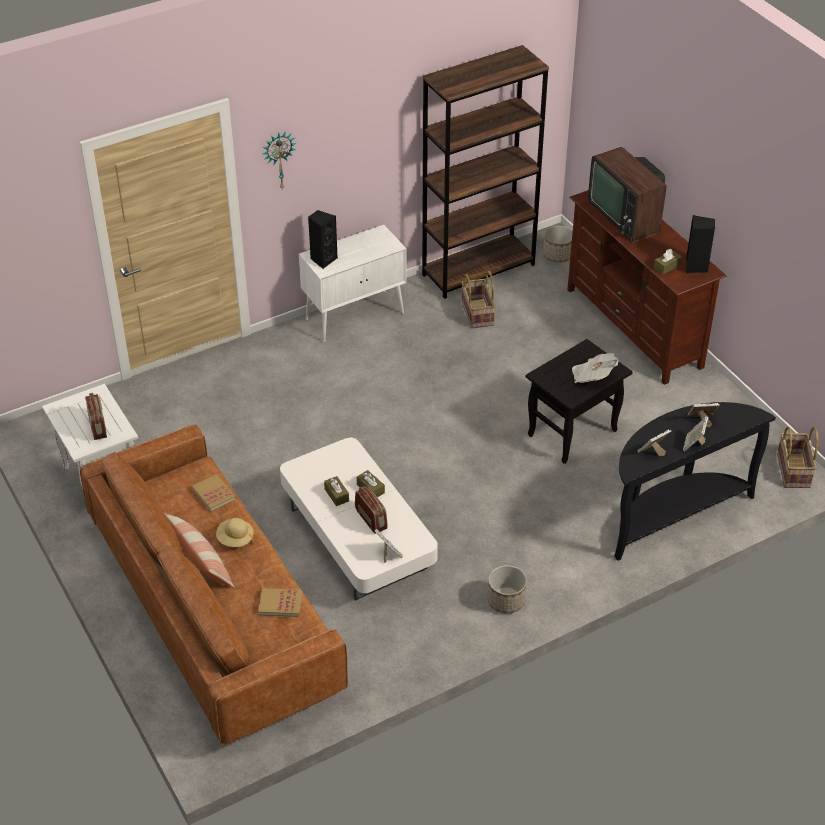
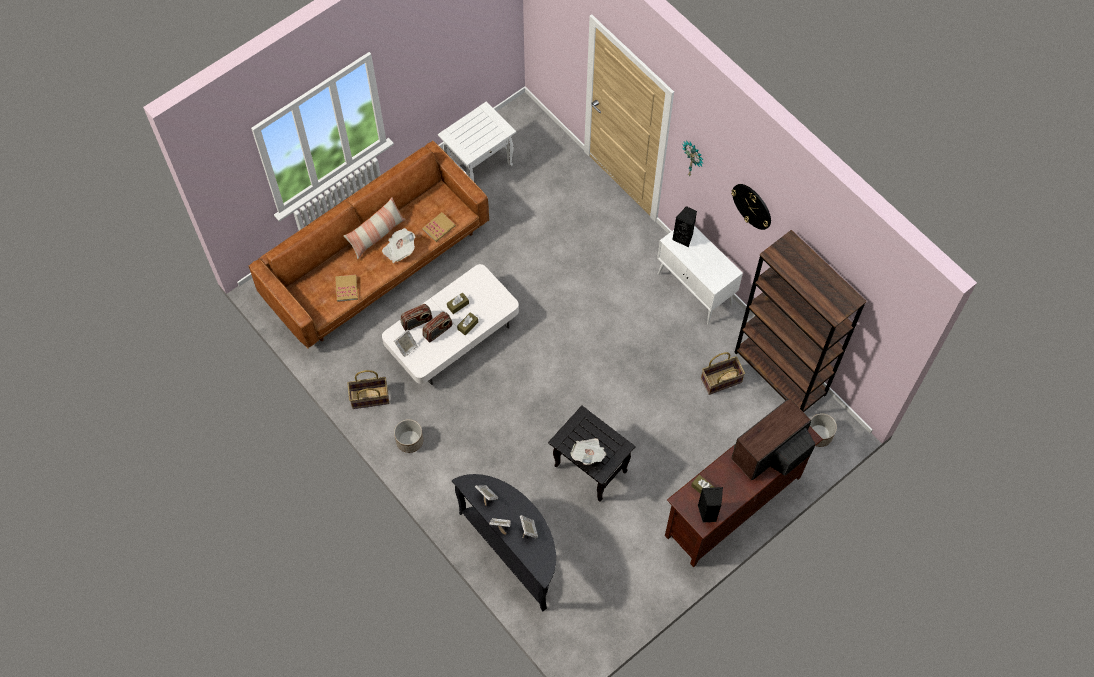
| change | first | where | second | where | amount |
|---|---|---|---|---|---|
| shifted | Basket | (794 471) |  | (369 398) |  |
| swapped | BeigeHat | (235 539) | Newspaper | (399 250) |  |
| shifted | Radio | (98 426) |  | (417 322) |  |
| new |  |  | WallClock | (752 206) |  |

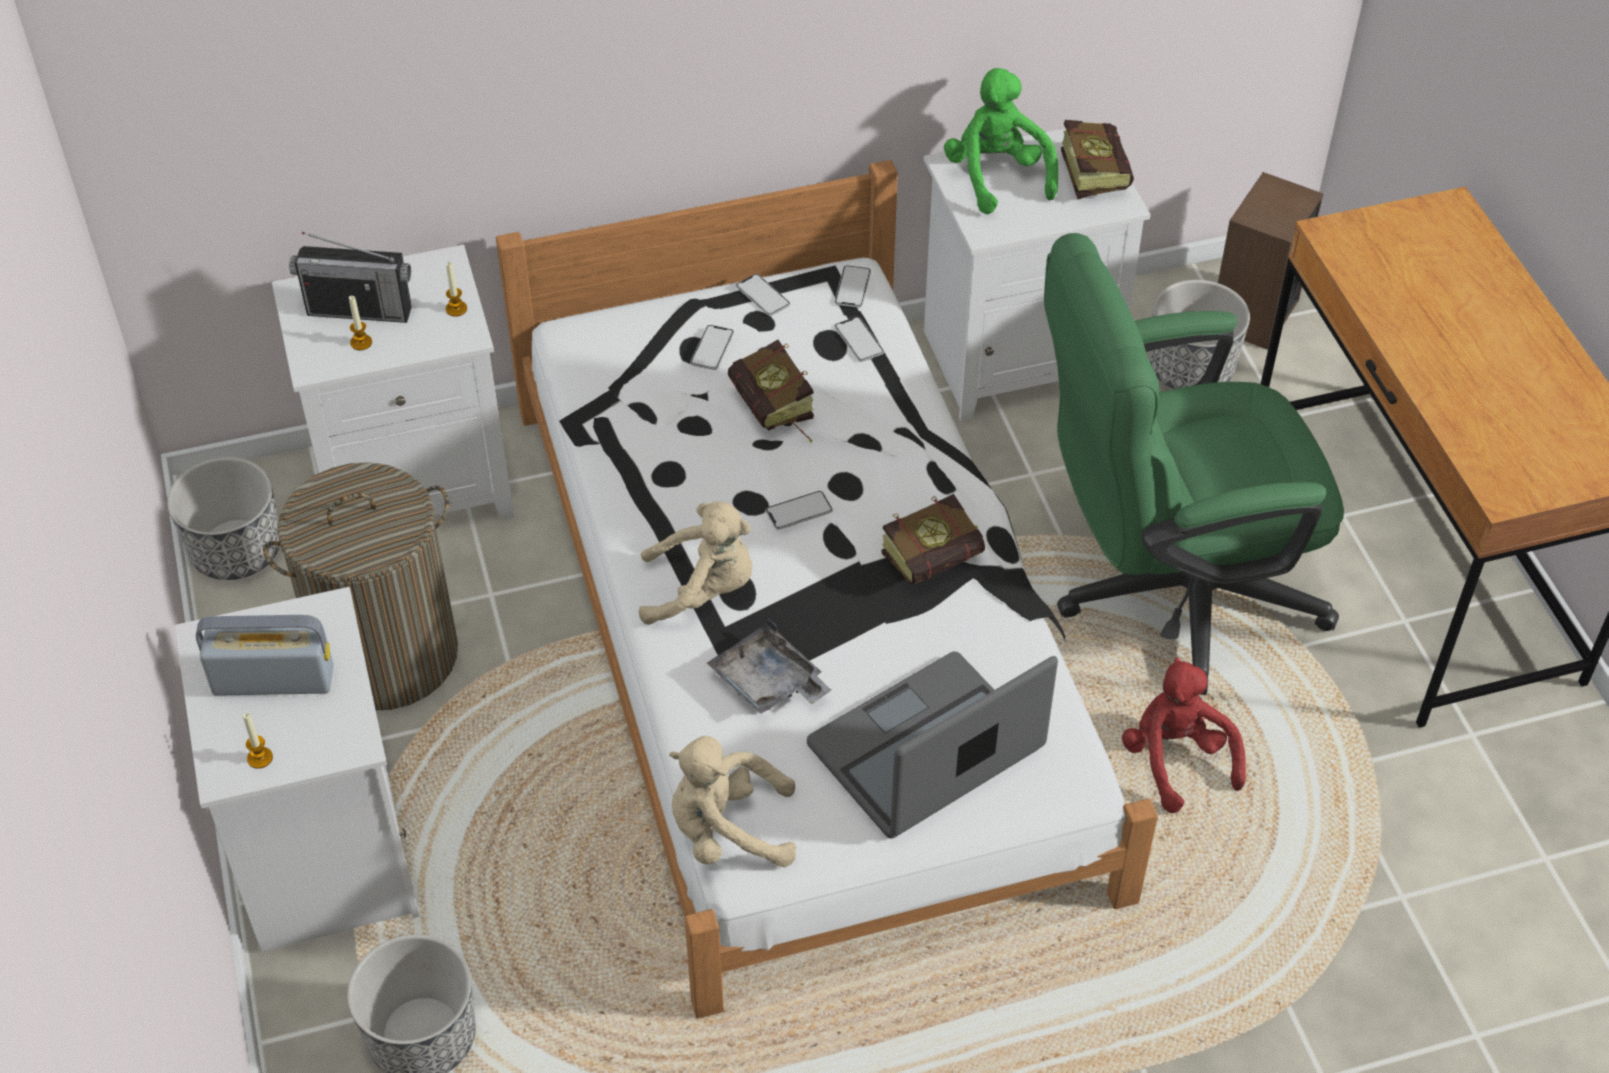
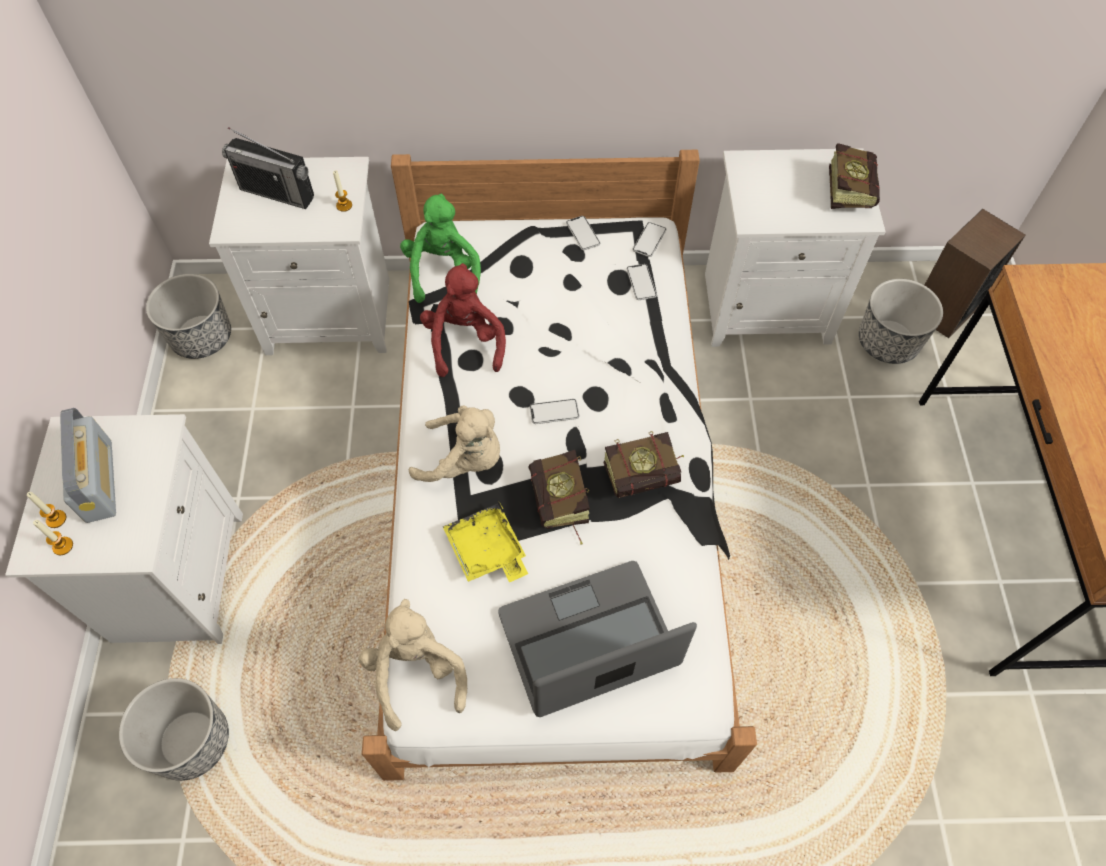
| change | first | where | second | where | amount |
|---|---|---|---|---|---|
| shifted | Candle | (361 343) |  | (56 519) |  |
| rotated | Radio | (273 680) |  | (99 481) | 60 degrees clockwise |
| rotated | BeigePlushToy | (728 831) |  | (416 672) | 60 degrees clockwise |
| shifted | GreenPlushToy | (997 177) |  | (443 272) |  |
| shifted | RedPlushToy | (1176 760) |  | (465 341) |  |
| repainted | GreyTray | (768 683) | YellowTray | (487 551) |  |
| shifted | Book | (776 413) |  | (561 508) |  |
| gone | LaundryBasket | (387 655) |  |  |  |
| gone | Phone | (712 348) |  |  |  |
| gone | GreenOfficeChair | (1165 593) |  |  |  |

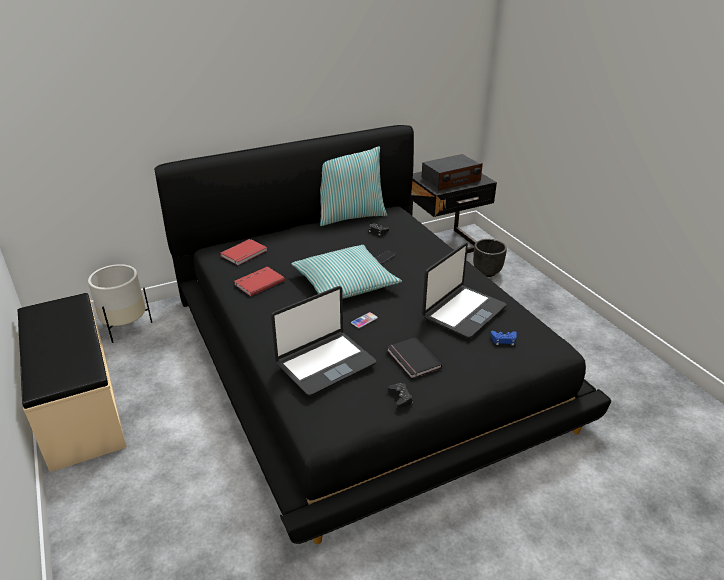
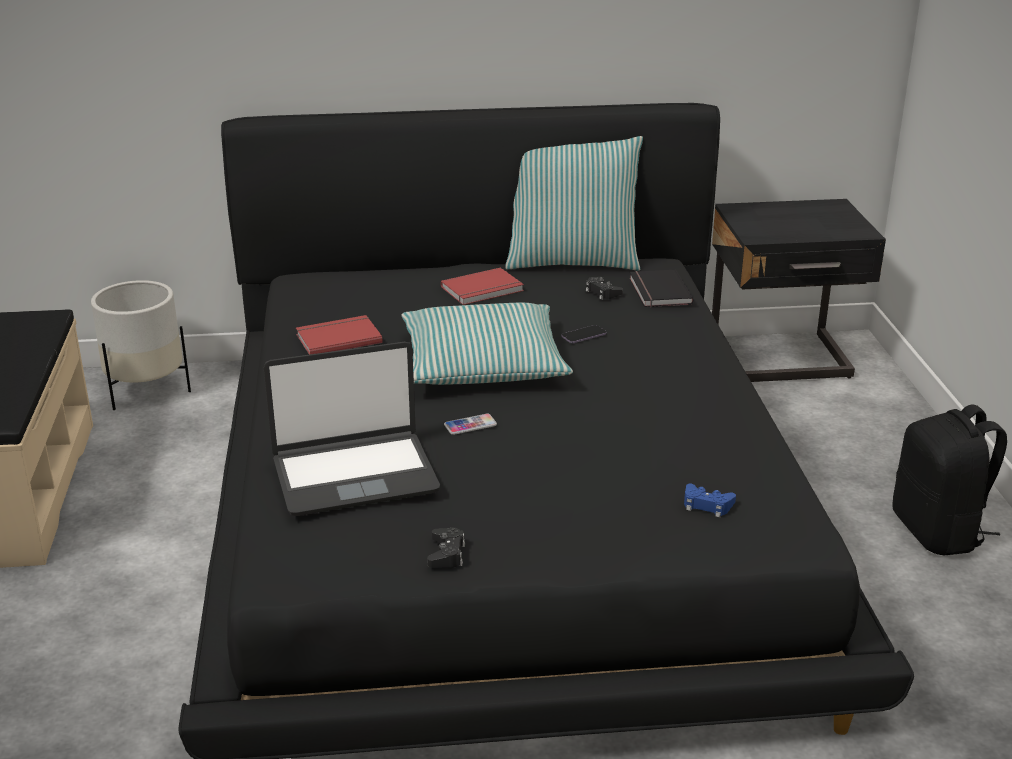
| change | first | where | second | where | amount |
|---|---|---|---|---|---|
| shifted | RedBook | (245 254) |  | (483 290) |  |
| shifted | BlackBook | (412 360) |  | (658 291) |  |
| new |  |  | BlackBackpack | (938 532) |  |
| gone | Radio | (450 179) |  |  |  |
| gone | Laptop | (463 312) |  |  |  |
| gone | BlackPlanter | (487 272) |  |  |  |

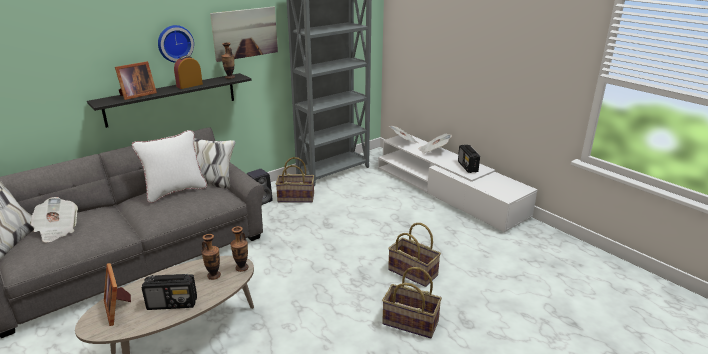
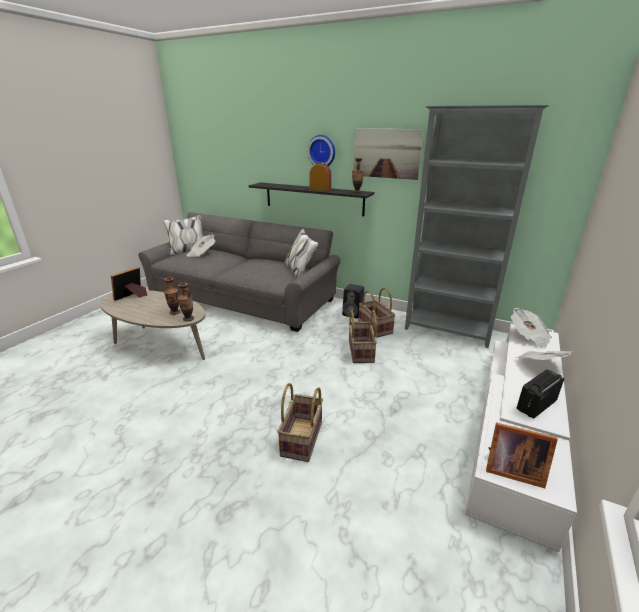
| change | first | where | second | where | amount |
|---|---|---|---|---|---|
| shifted | Basket | (410 323) |  | (360 352) |  |
| shifted | PictureFrame | (136 95) |  | (511 469) |  |
| gone | WhitePillow | (175 191) |  |  |  |
| gone | Radio | (173 303) |  |  |  |

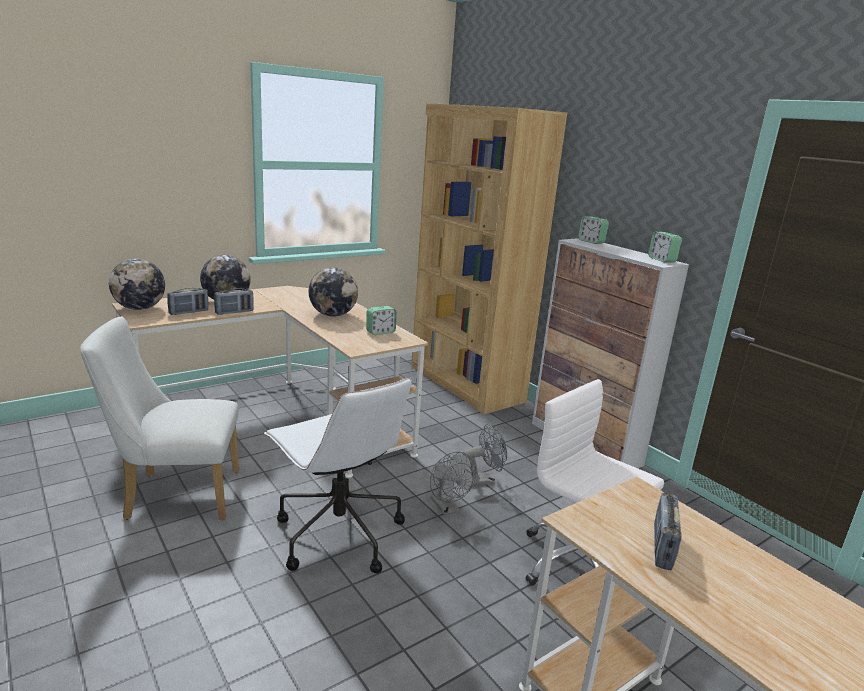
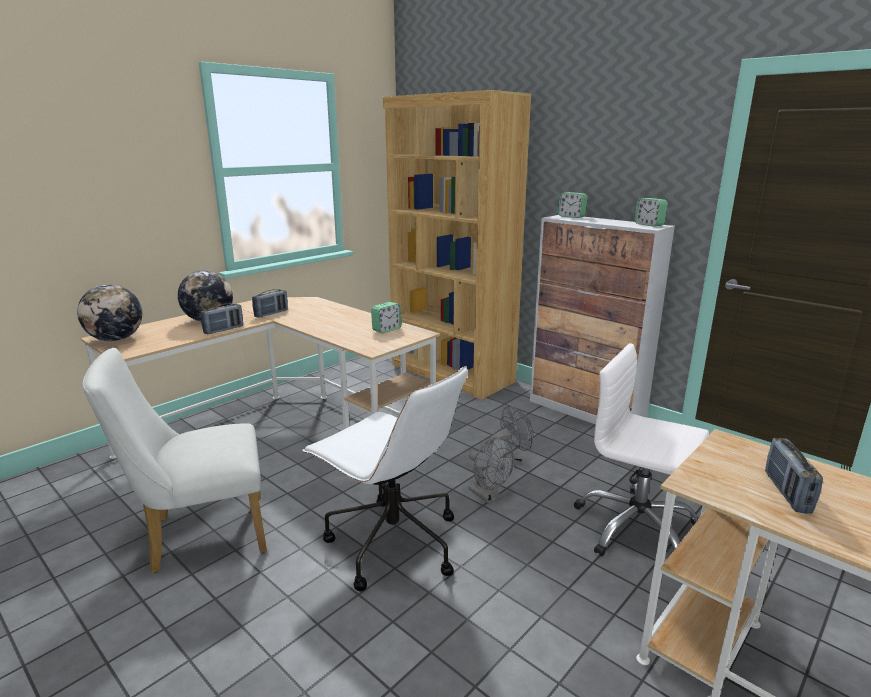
| change | first | where | second | where | amount |
|---|---|---|---|---|---|
| shifted | Radio | (189 312) |  | (271 313) |  |
| gone | Globe | (333 315) |  |  |  |

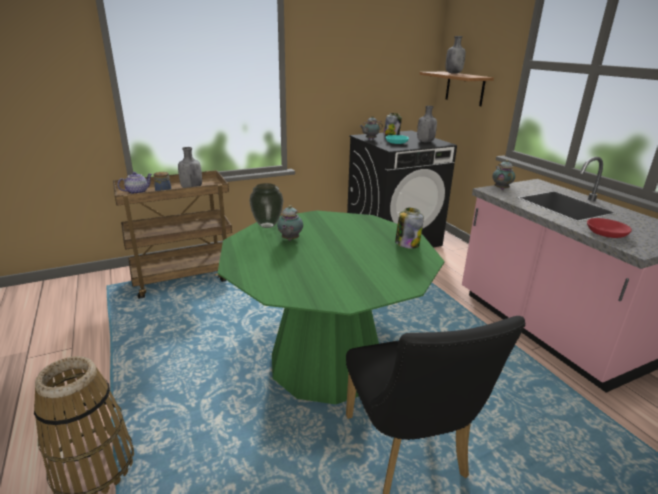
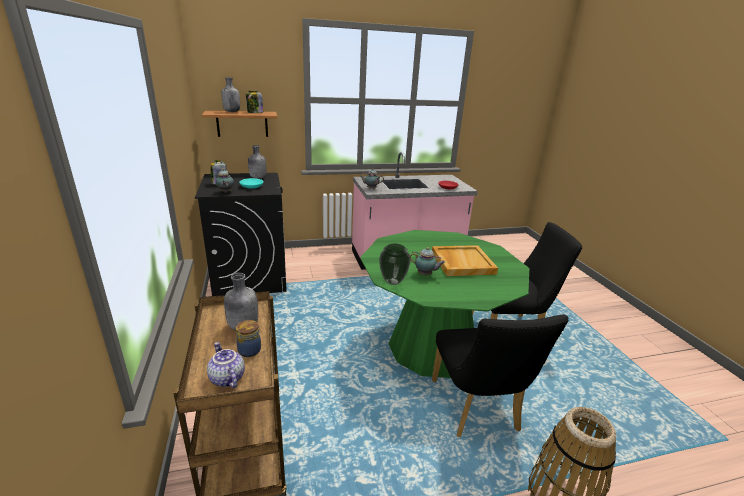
| change | first | where | second | where | amount |
|---|---|---|---|---|---|
| shifted | Jar | (407 244) |  | (255 113) |  |
| new |  |  | BeigeTray | (462 262) |  |
| new |  |  | BlackChair | (477 410) |  |

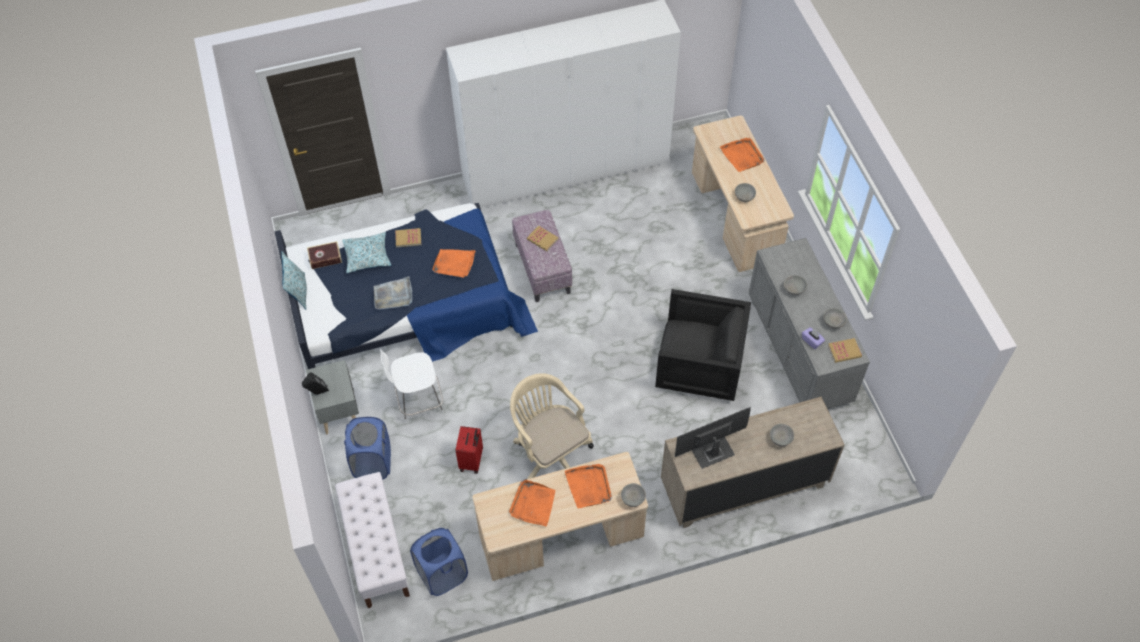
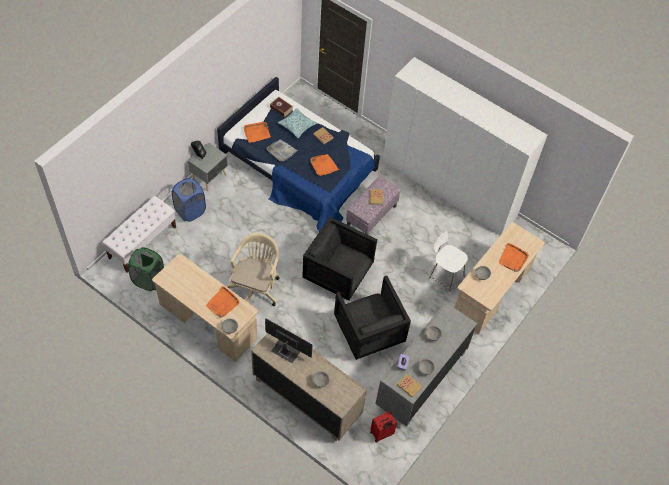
| change | first | where | second | where | amount |
|---|---|---|---|---|---|
| repainted | BlueLaundryBasket | (442 574) | GreenLaundryBasket | (148 280) |  |
| shifted | OrangeTray | (533 504) |  | (256 133) |  |
| new |  |  | BlackArmchair | (338 272) |  |
| shifted | RedSuitcase | (472 461) |  | (381 434) |  |
| shifted | WhiteChair | (418 401) |  | (445 277) |  |
| gone | Pillow | (298 292) |  |  |  |

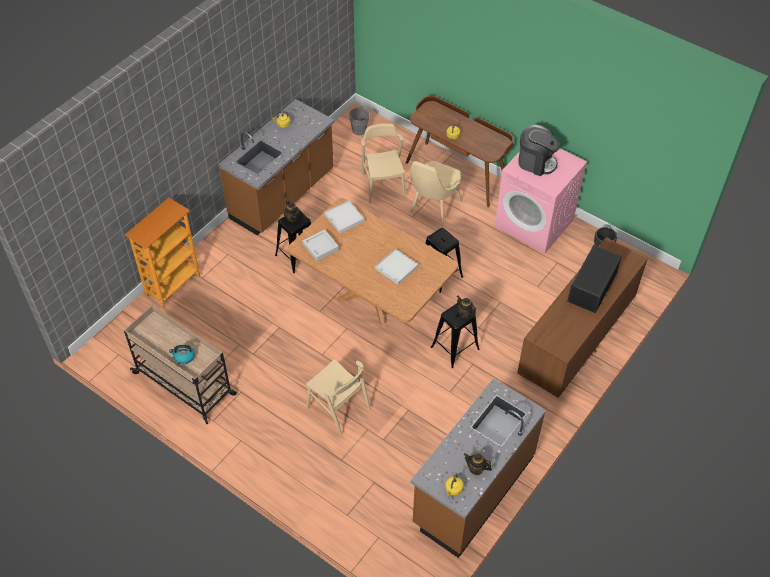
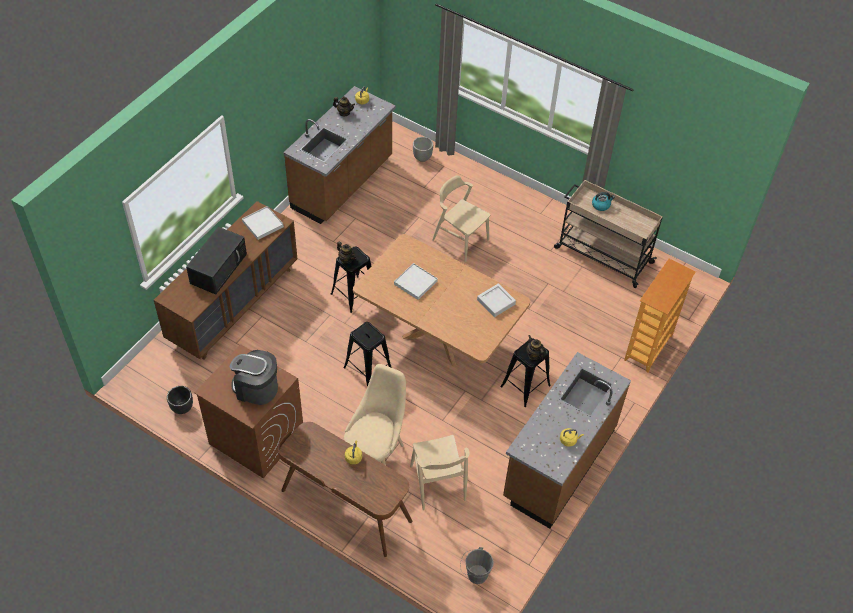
| change | first | where | second | where | amount |
|---|---|---|---|---|---|
| repainted | PinkWashingMachine | (534 223) | BrownWashingMachine | (256 437) |  |
| shifted | WhiteTray | (344 218) |  | (262 224) |  |
| new |  |  | Planter | (422 158) |  |

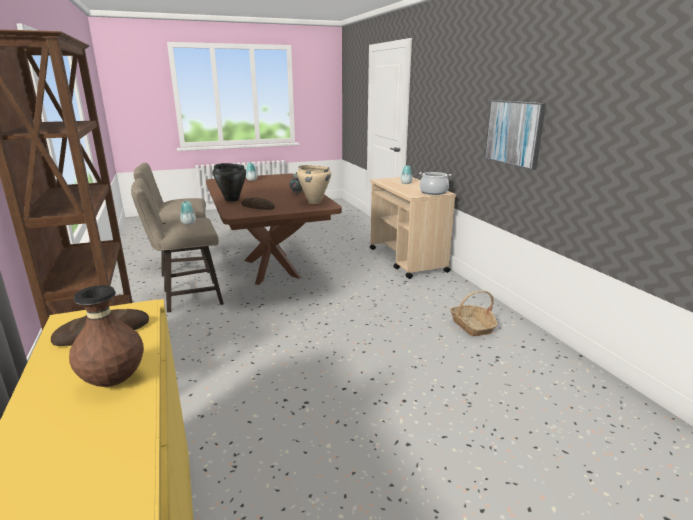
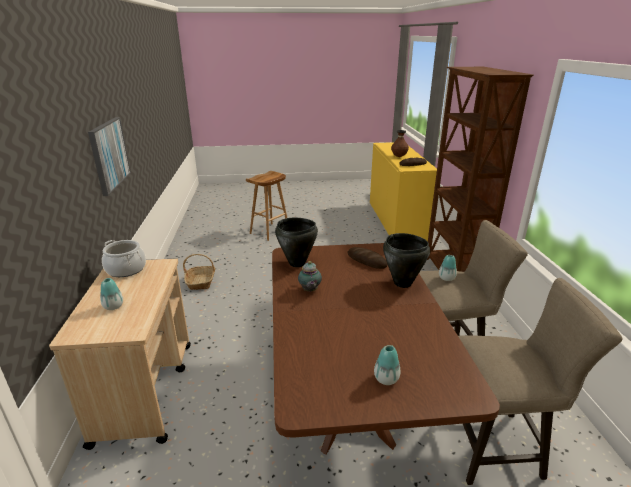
| change | first | where | second | where | amount |
|---|---|---|---|---|---|
| new |  |  | BrownStool | (269 232) |  |
| repainted | BeigeCookingPot | (314 202) | BlackCookingPot | (297 263) |  |

